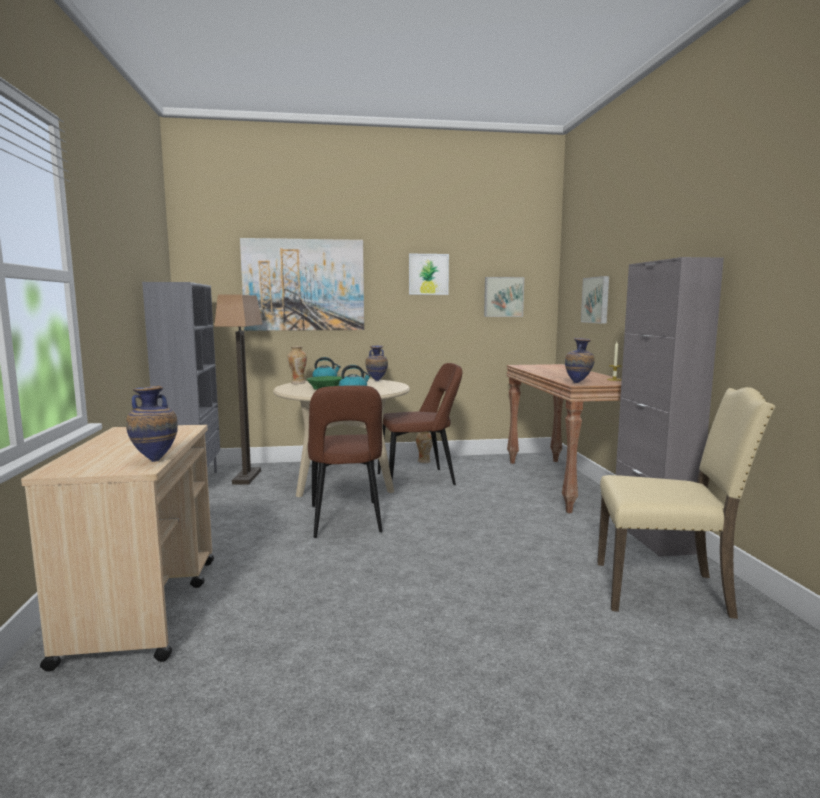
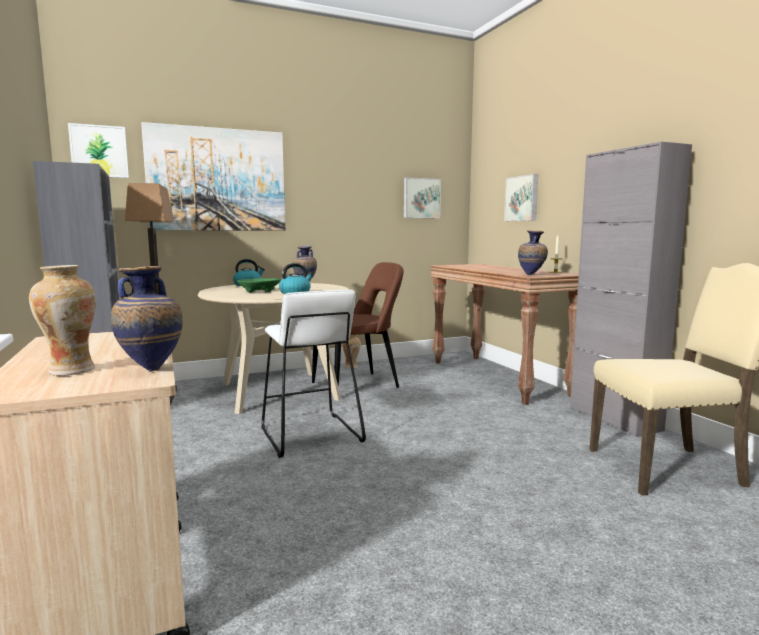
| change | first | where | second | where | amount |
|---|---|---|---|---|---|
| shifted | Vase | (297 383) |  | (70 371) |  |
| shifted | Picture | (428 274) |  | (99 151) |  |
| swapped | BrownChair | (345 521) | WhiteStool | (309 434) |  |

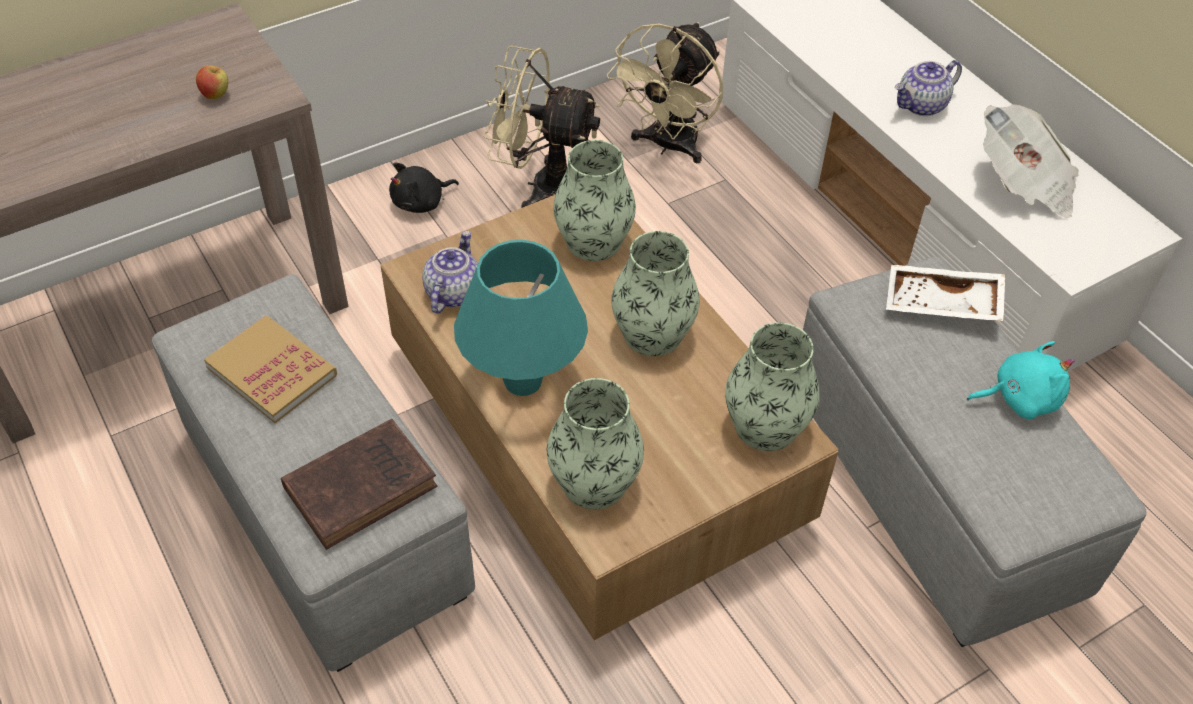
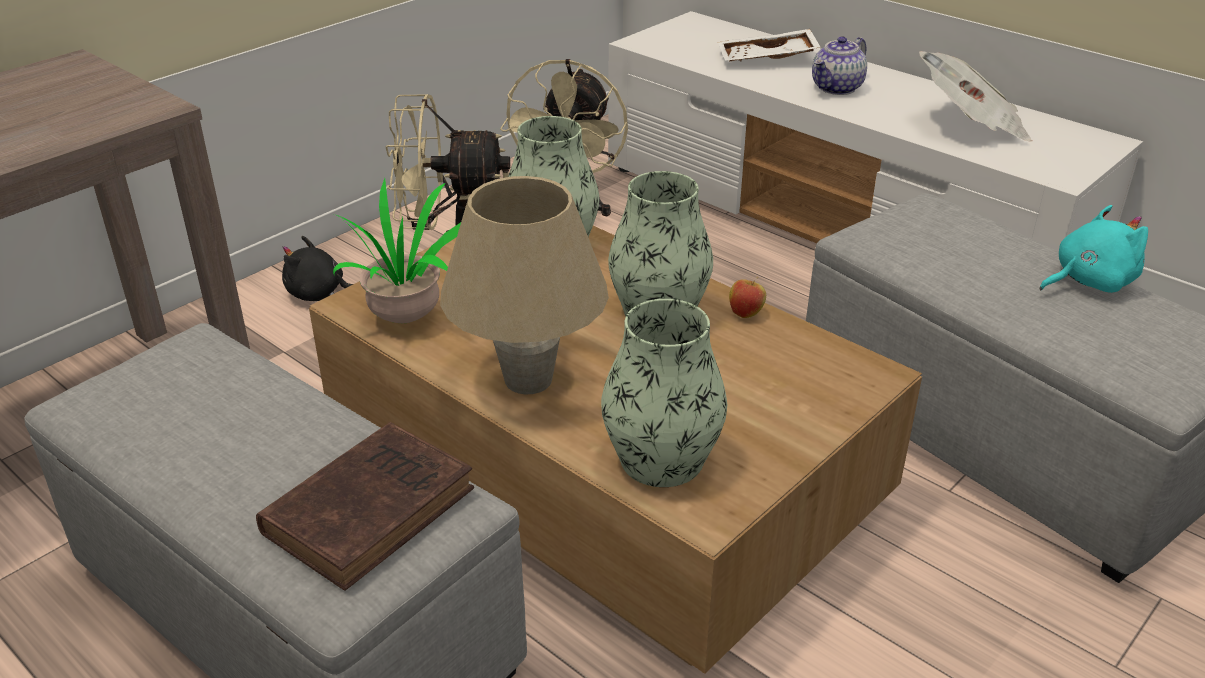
| change | first | where | second | where | amount |
|---|---|---|---|---|---|
| rotated | BlackPlushToy | (421 202) |  | (319 294) | 60 degrees clockwise |
| swapped | Teapot | (452 292) | PottedPlant | (408 315) |  |
| repainted | TurquoiseTableLamp | (522 381) | BeigeTableLamp | (528 380) |  |
| shifted | WhiteTray | (941 305) |  | (767 59) |  |
| shifted | Apple | (216 95) |  | (746 314) |  |
| gone | Book | (272 371) |  |  |  |
| gone | Vase | (765 425) |  |  |  |

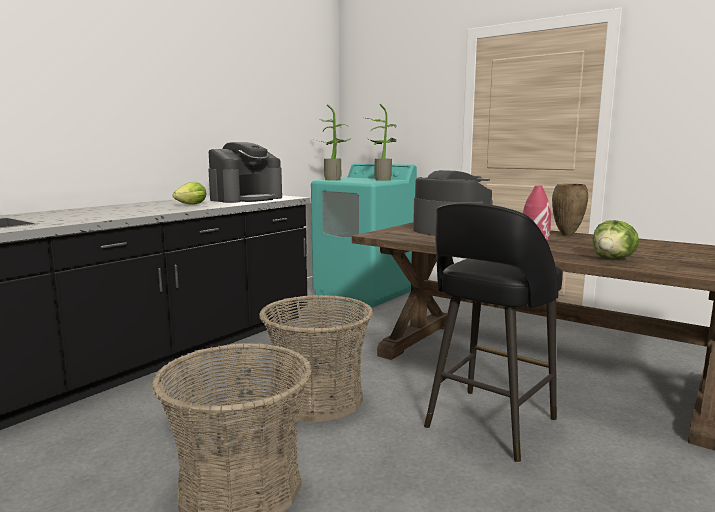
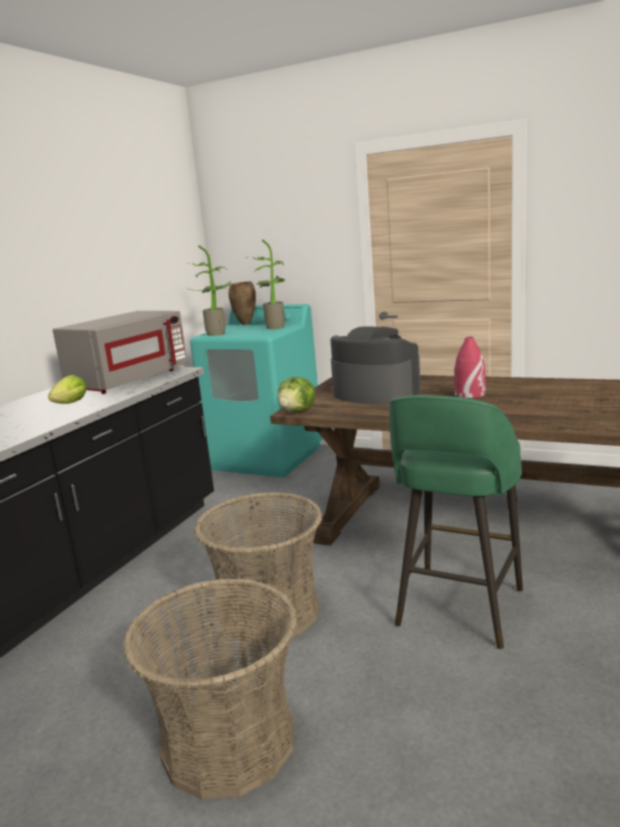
| change | first | where | second | where | amount |
|---|---|---|---|---|---|
| swapped | CoffeeMachine | (246 199) | GreyMicrowave | (129 381) |  |
| shifted | BrownVase | (566 235) |  | (245 324) |  |
| shifted | Lettuce | (612 259) |  | (297 412) |  |
| repainted | BlackStool | (488 424) | GreenStool | (458 609) |  |

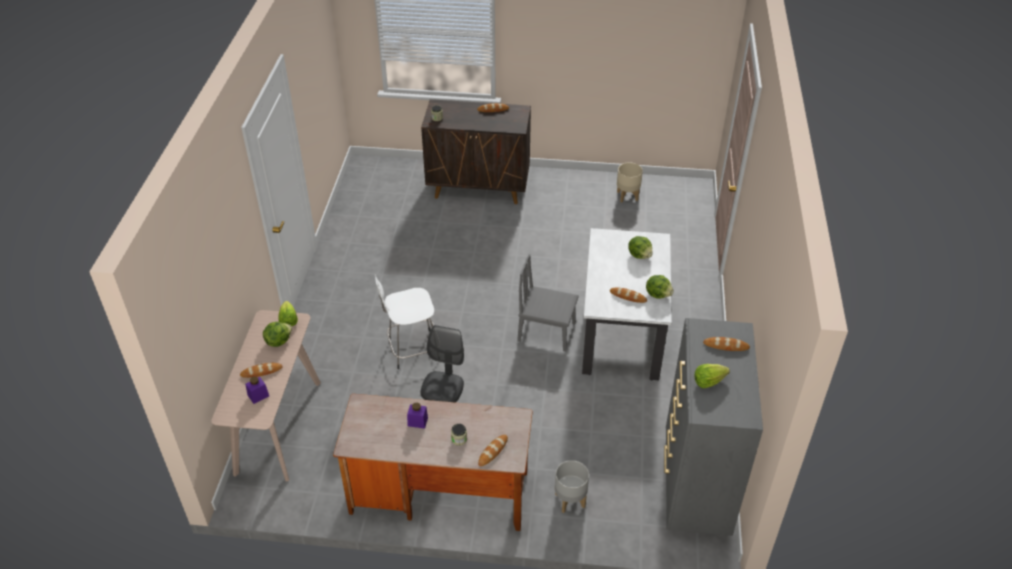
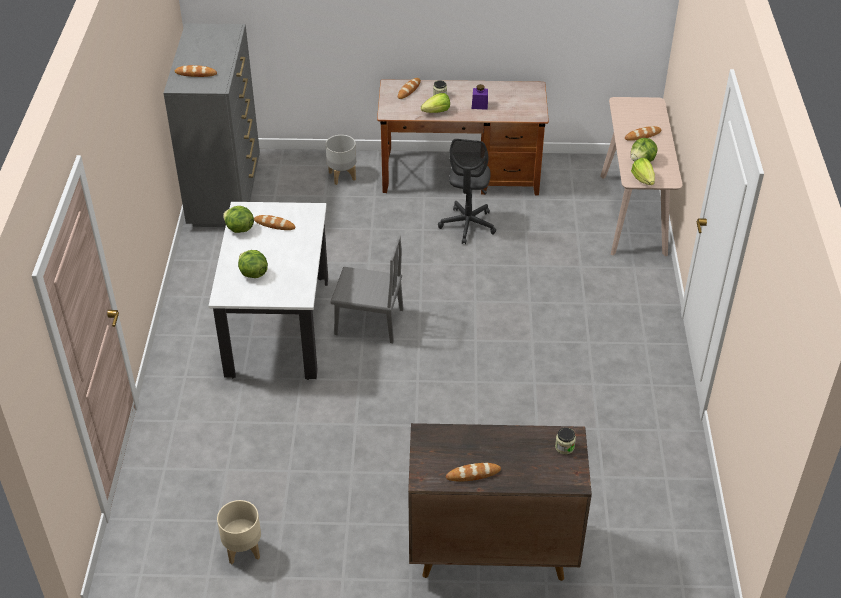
| change | first | where | second | where | amount |
|---|---|---|---|---|---|
| shifted | Lettuce | (708 381) |  | (437 112) |  |
| gone | PurpleJar | (258 395) |  |  |  |
| gone | WhiteStool | (411 349) |  |  |  |

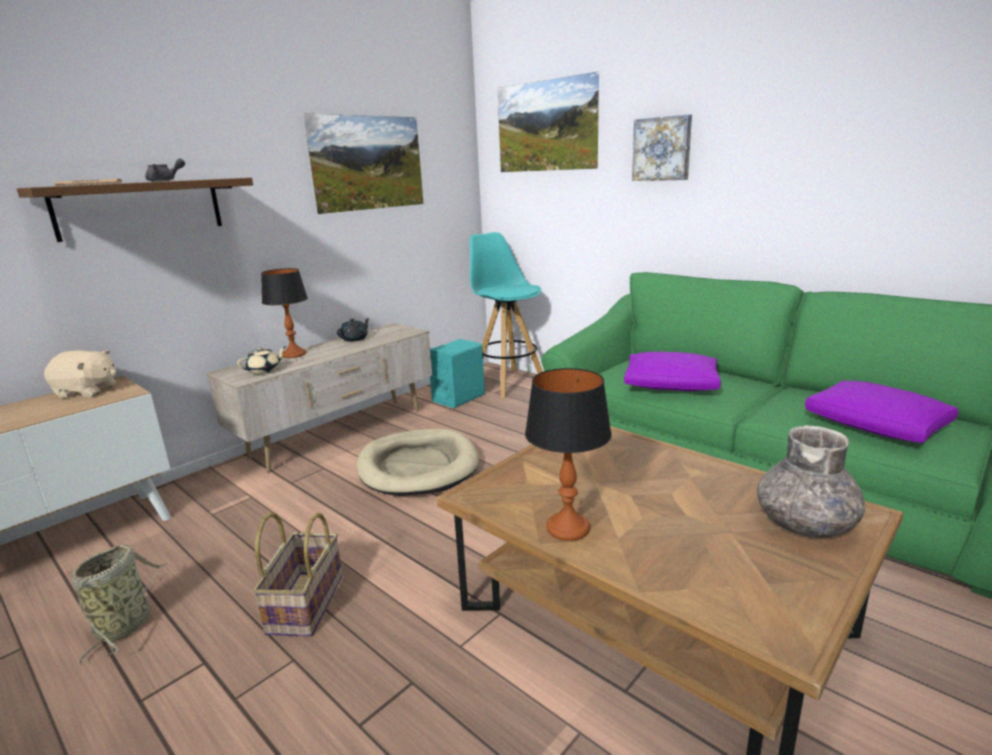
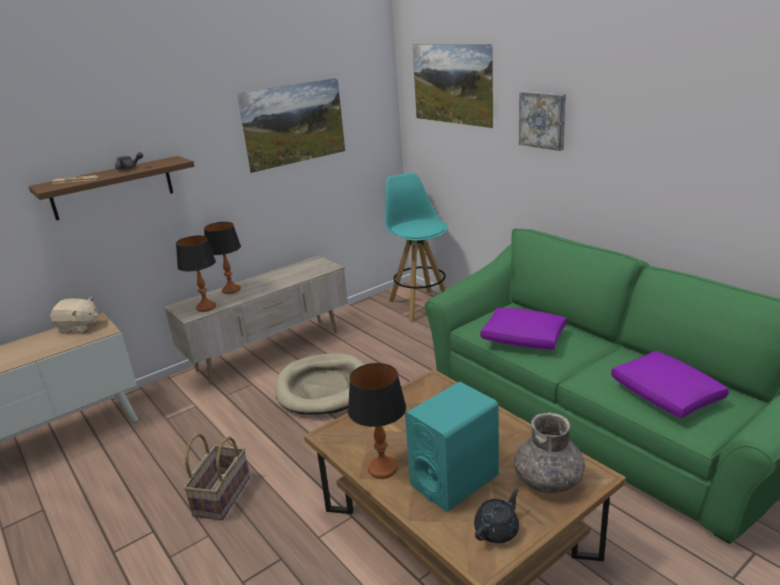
| change | first | where | second | where | amount |
|---|---|---|---|---|---|
| swapped | BeigeTeapot | (264 370) | TableLamp | (206 307) |  |
| shifted | TurquoiseSpeaker | (458 398) |  | (455 480) |  |
| shifted | BlackTeapot | (355 339) |  | (497 530) |  |
| gone | Basket | (126 624) |  |  |  |

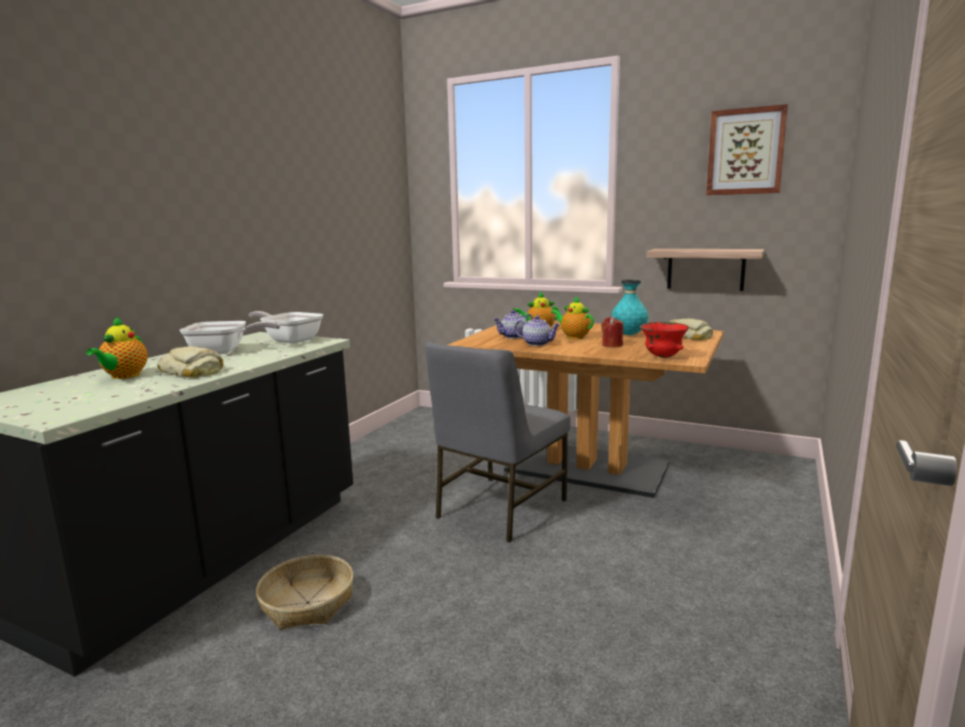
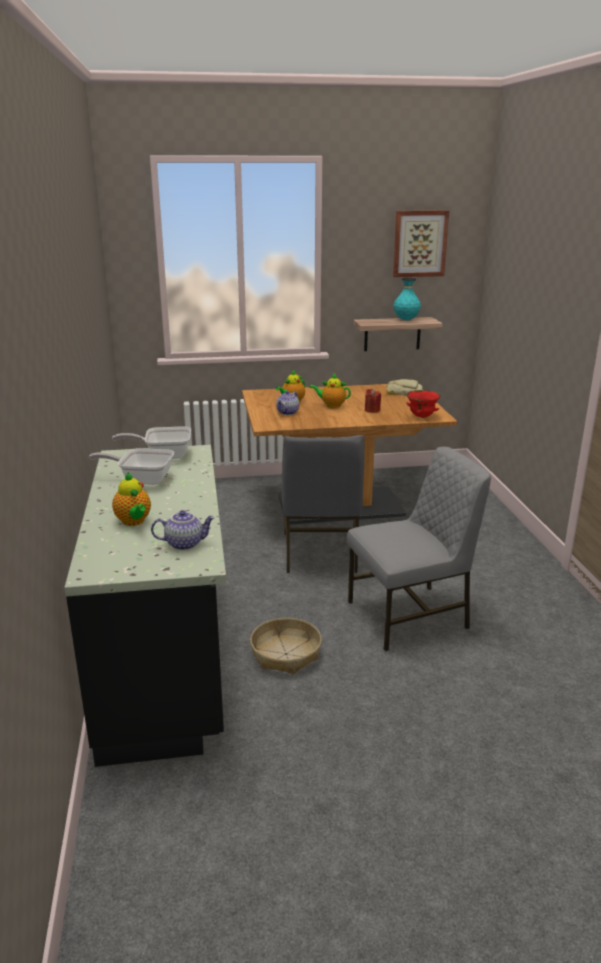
| change | first | where | second | where | amount |
|---|---|---|---|---|---|
| rotated | FryingPan | (224 352) |  | (142 479) | 135 degrees counterclockwise |
| shifted | Teapot | (537 343) |  | (184 543) |  |
| new |  |  | GreyChair | (410 615) |  |
| shifted | TurquoiseVase | (628 334) |  | (406 320) |  |
| gone | Bread | (191 371) |  |  |  |

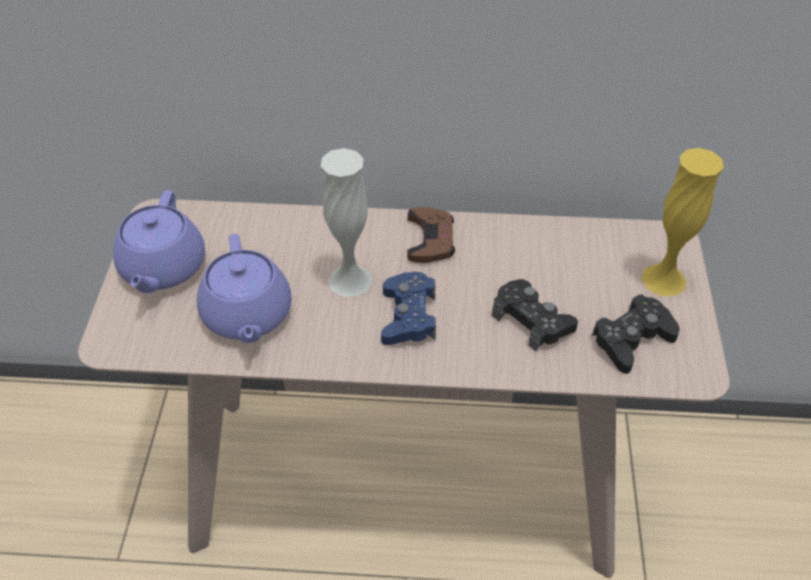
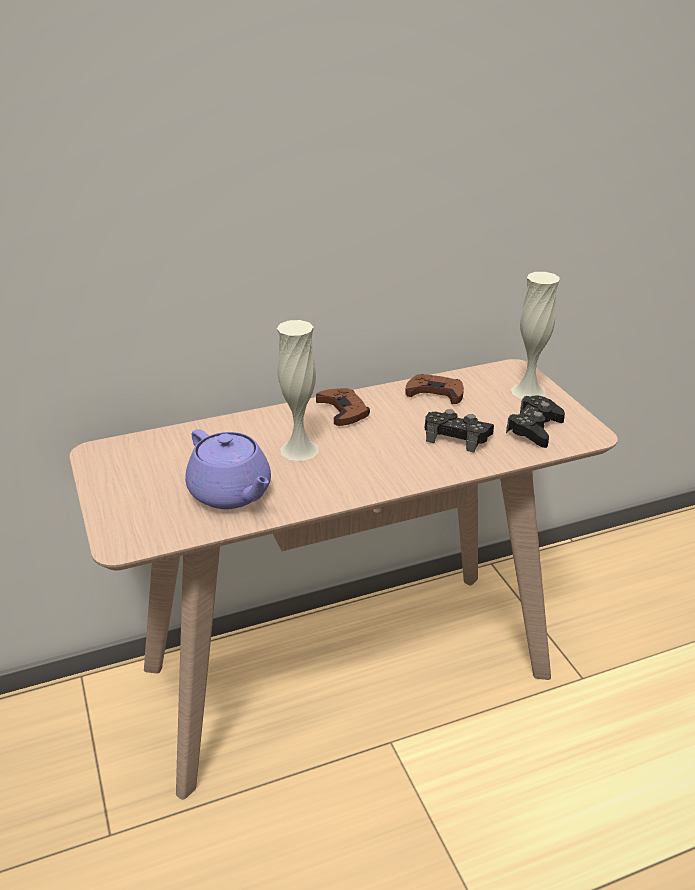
| change | first | where | second | where | amount |
|---|---|---|---|---|---|
| new |  |  | BrownGameController | (435 393) |  |
| repainted | YellowVase | (663 280) | WhiteVase | (528 391) |  |
| gone | PurpleTeapot | (162 269) |  |  |  |
| gone | BlueGameController | (408 316) |  |  |  |

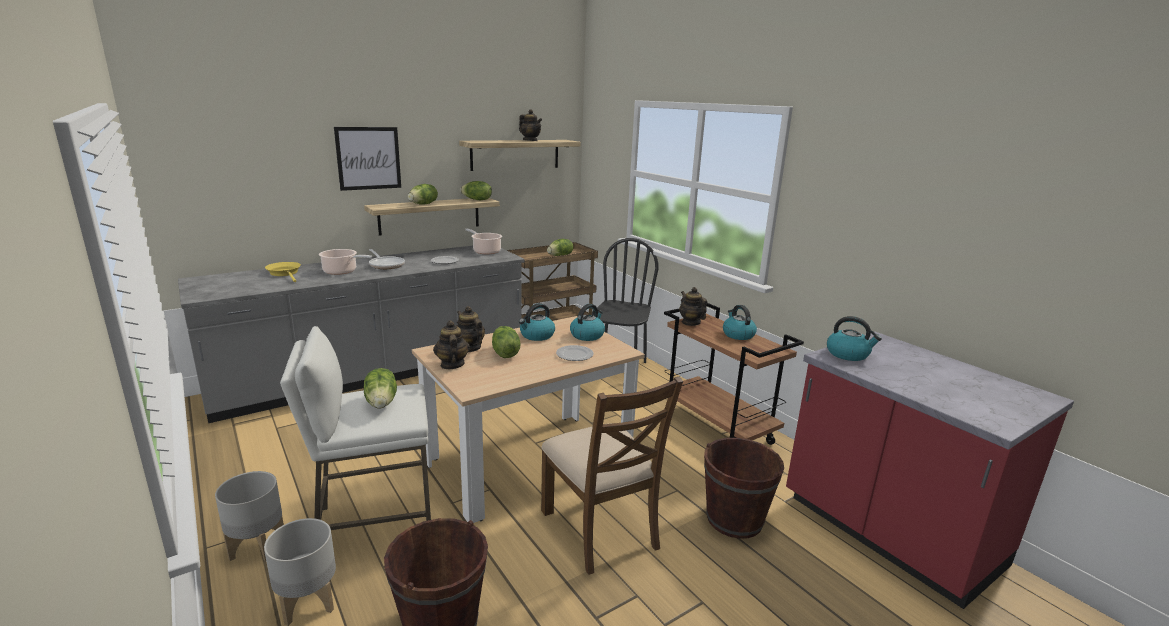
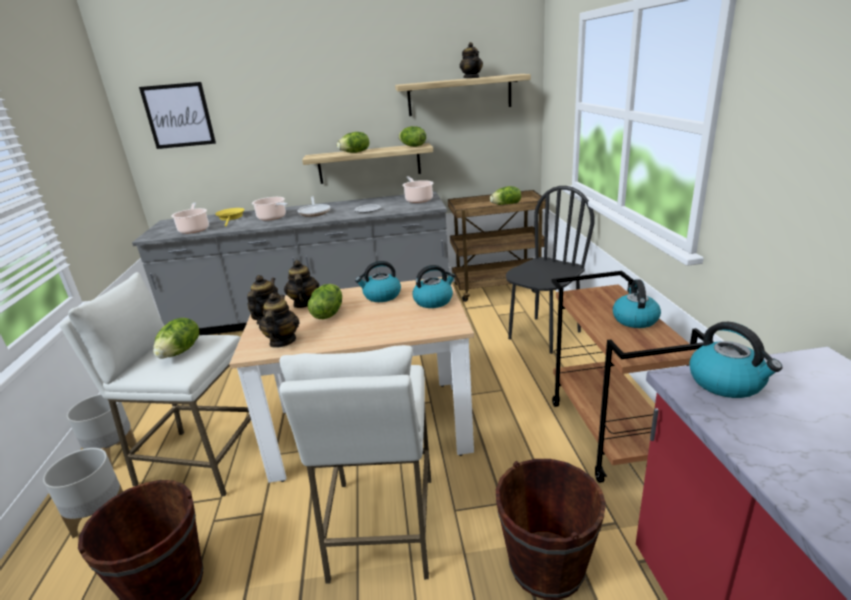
| change | first | where | second | where | amount |
|---|---|---|---|---|---|
| shifted | Picture | (368 158) |  | (178 115) |  |
| new |  |  | CookingPot | (194 229) |  |
| shifted | Teapot | (691 323) |  | (282 341) |  |
| swapped | BrownChair | (600 529) | WhiteStool | (382 527) |  |
| gone | Plate | (575 355) |  |  |  |

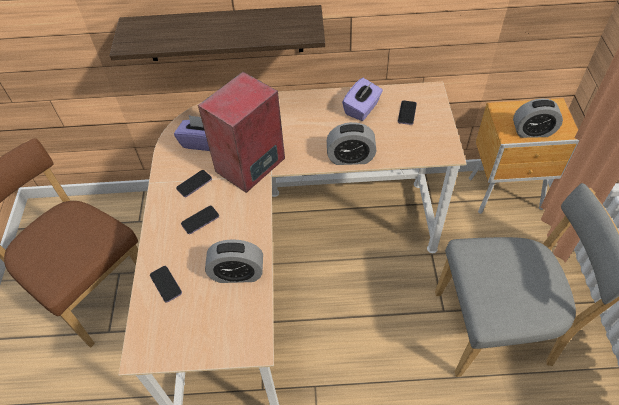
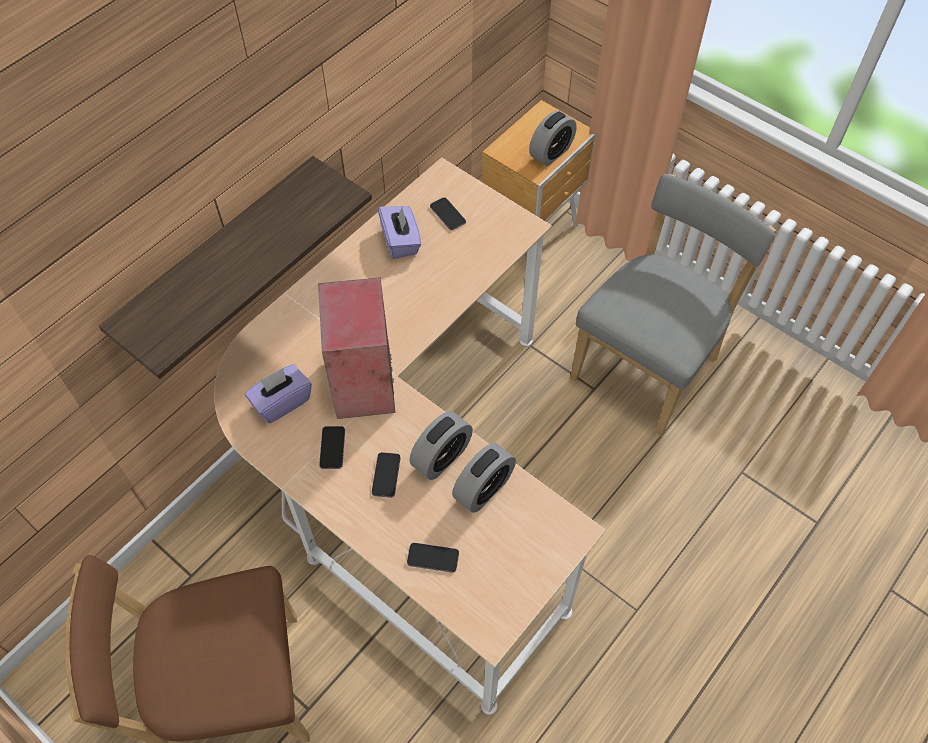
| change | first | where | second | where | amount |
|---|---|---|---|---|---|
| shifted | AlarmClock | (350 158) |  | (441 457) |  |

